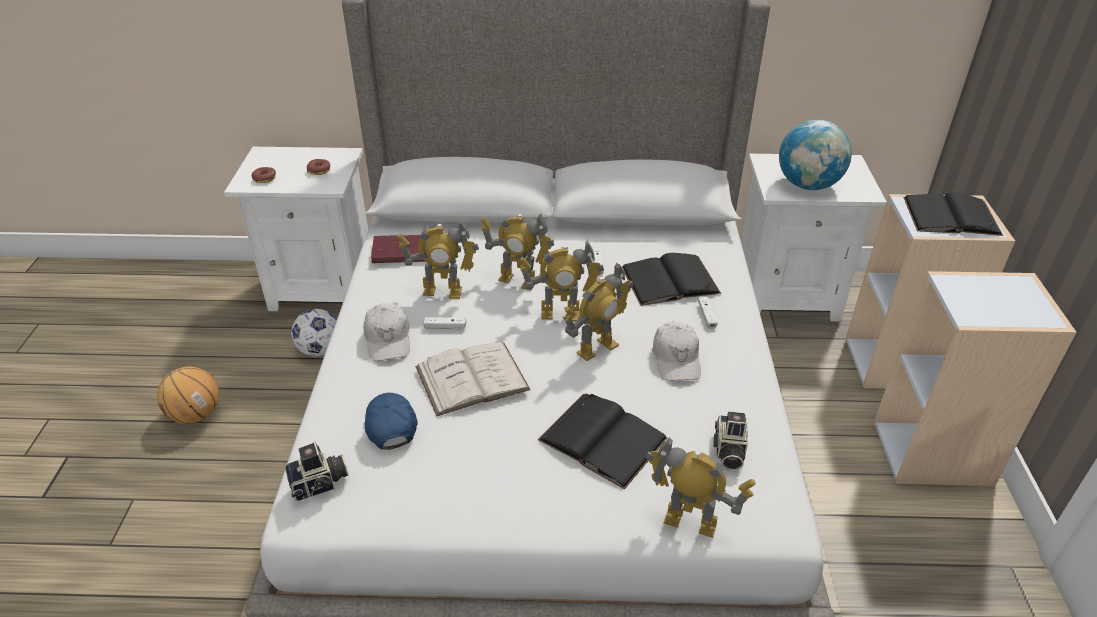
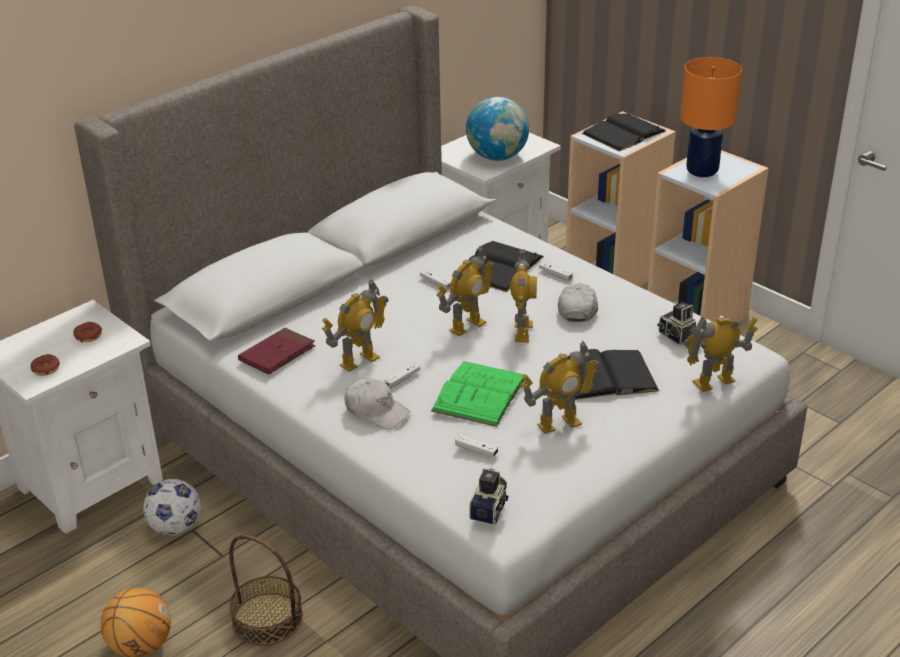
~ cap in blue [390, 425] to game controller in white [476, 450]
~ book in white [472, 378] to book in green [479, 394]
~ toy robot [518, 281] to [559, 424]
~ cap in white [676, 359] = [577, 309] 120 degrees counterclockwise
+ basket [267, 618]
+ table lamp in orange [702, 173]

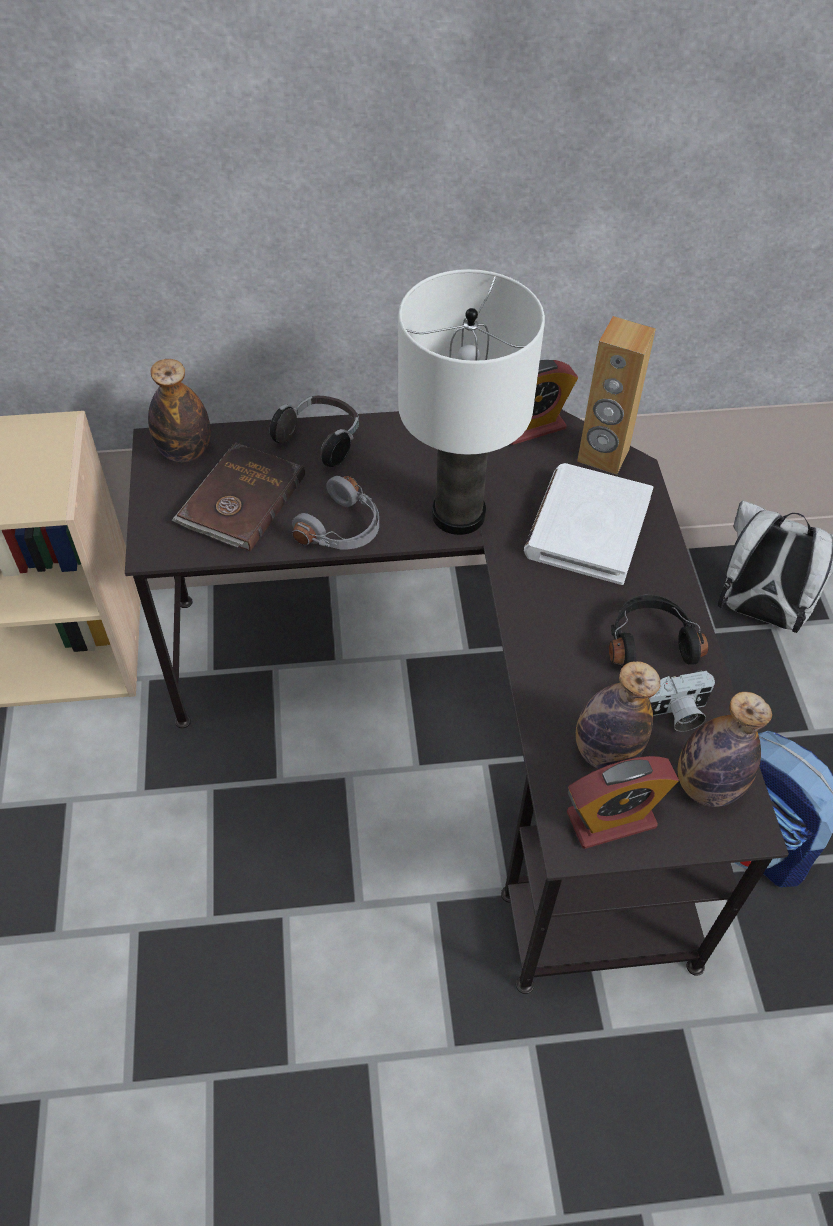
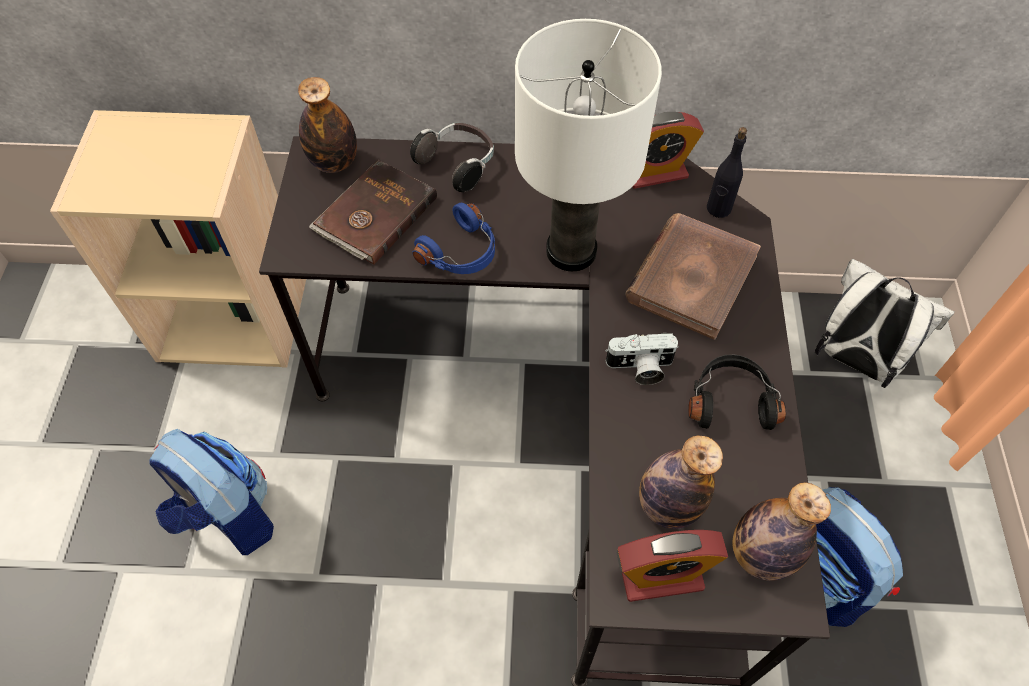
~ headphones in grey [342, 529] to headphones in blue [461, 253]
~ book in white [587, 527] to book in brown [691, 278]
~ speaker in brown [603, 456] to bottle in black [718, 209]
~ photo camera [673, 714] to [640, 368]
+ backpack [228, 516]

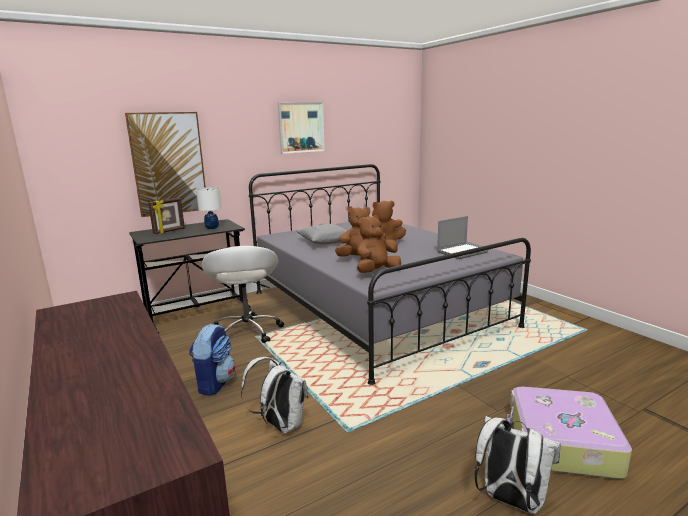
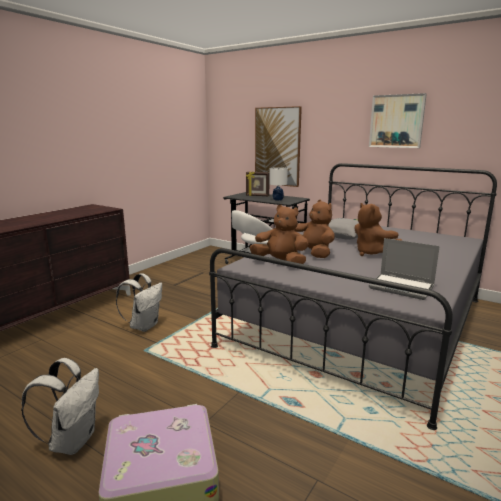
- backpack [215, 383]

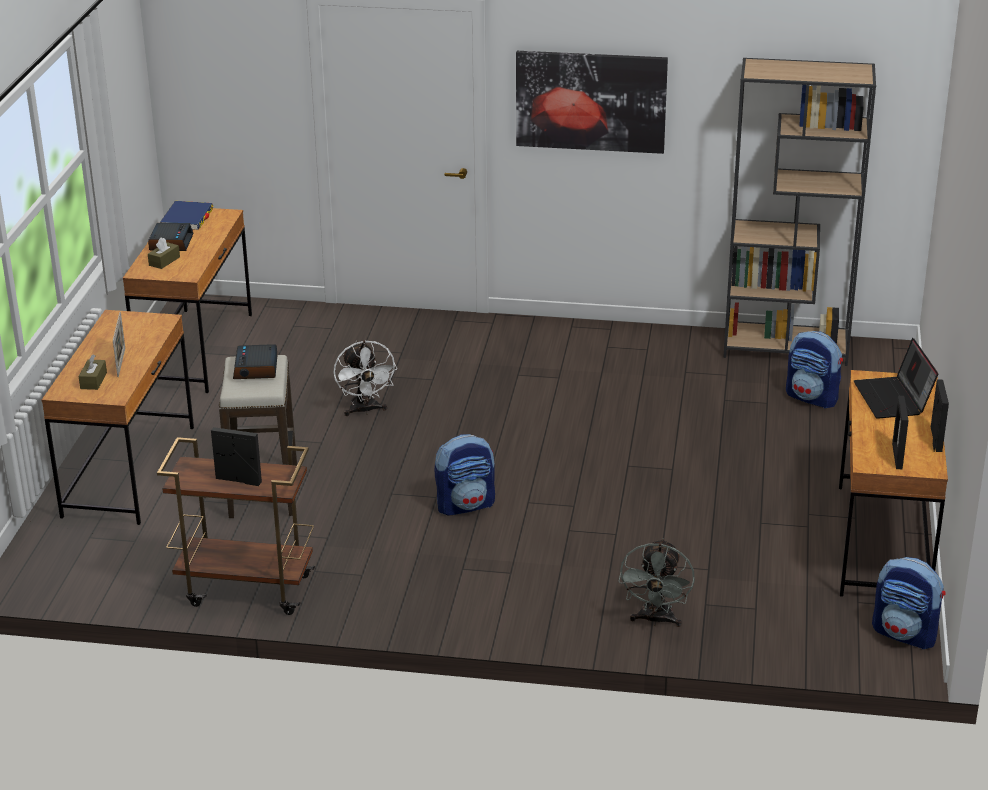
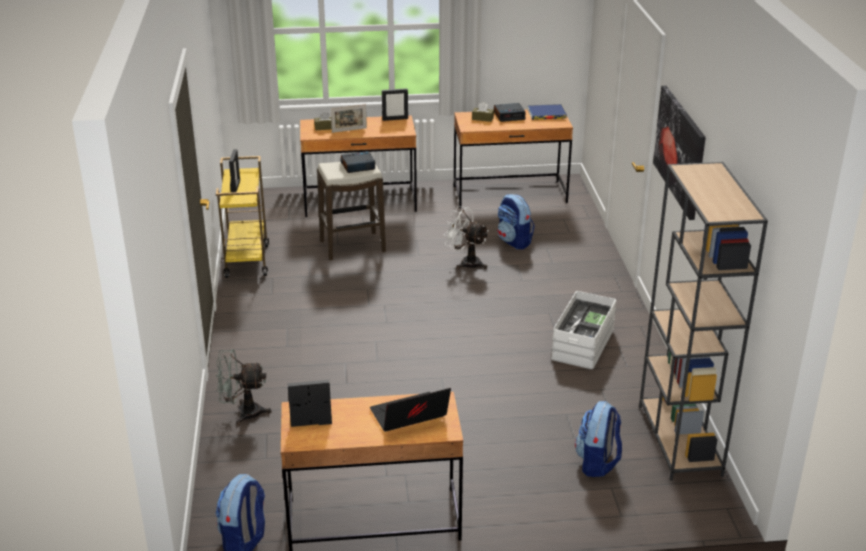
~ cart in brown [245, 590] to cart in yellow [247, 260]
~ fan in white [365, 410] = [466, 262] 60 degrees clockwise
~ backpack [466, 505] to [514, 241]
~ picture frame [935, 439] to [395, 119]
+ storage box in white [583, 344]

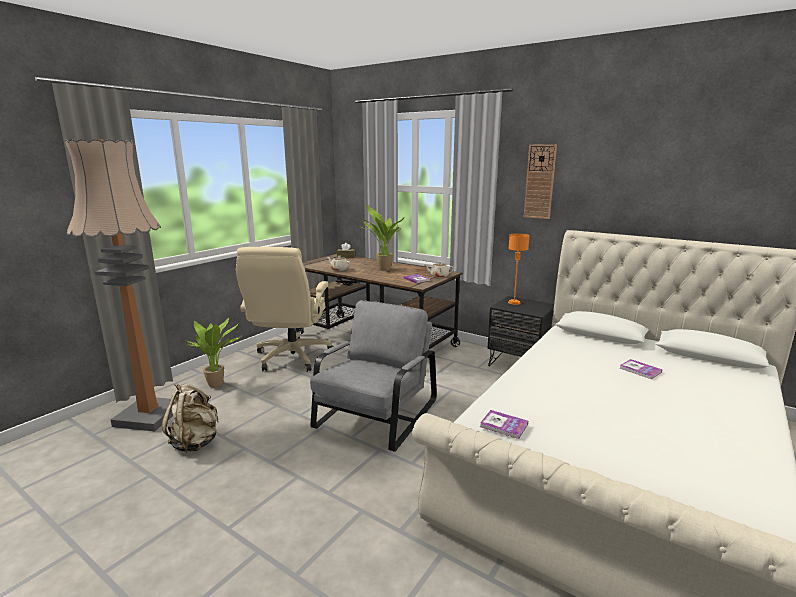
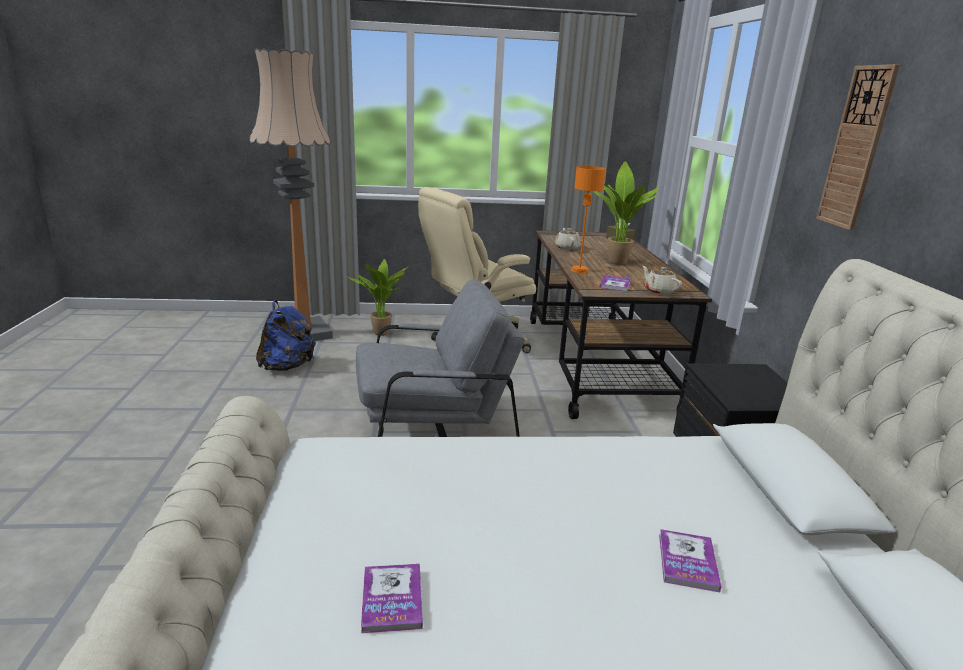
~ backpack in beige [195, 442] to backpack in blue [287, 366]
~ book [503, 425] to [392, 599]
~ table lamp in orange [514, 302] to [579, 270]

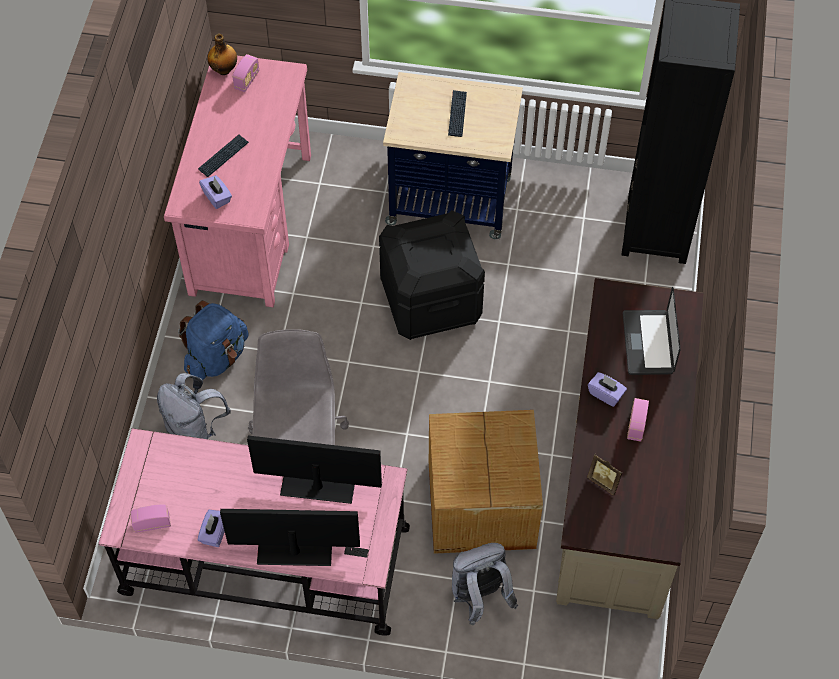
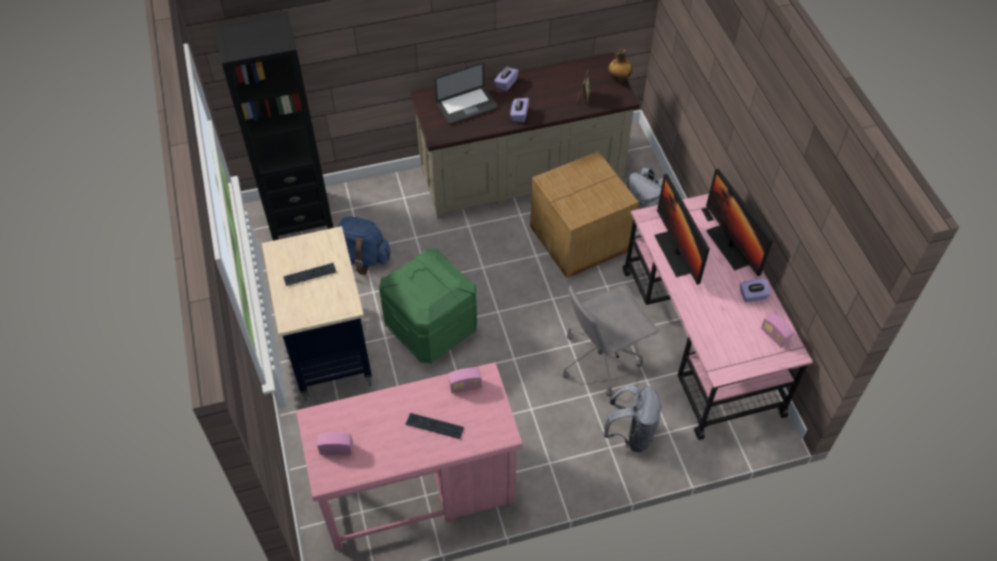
~ backpack in blue [216, 357] to [362, 258]
~ tissue box in purple [217, 197] to [506, 84]
~ bottle [224, 69] to [618, 79]
~ storage box in black [431, 300] to storage box in green [430, 327]
~ radio [636, 425] to [465, 386]

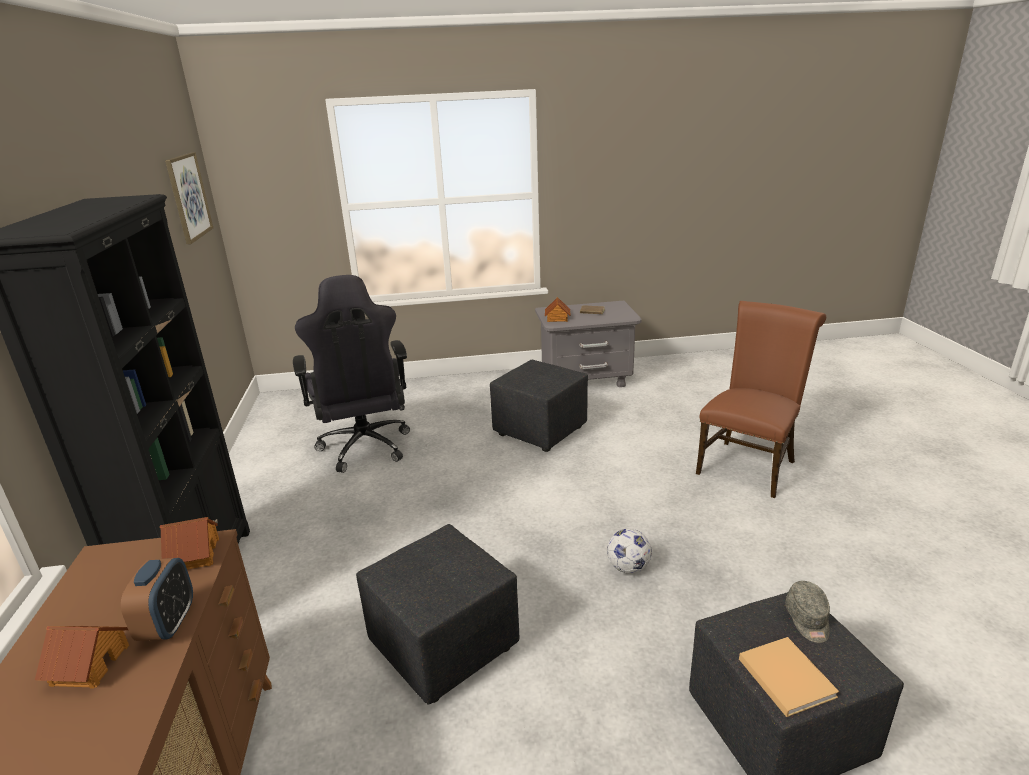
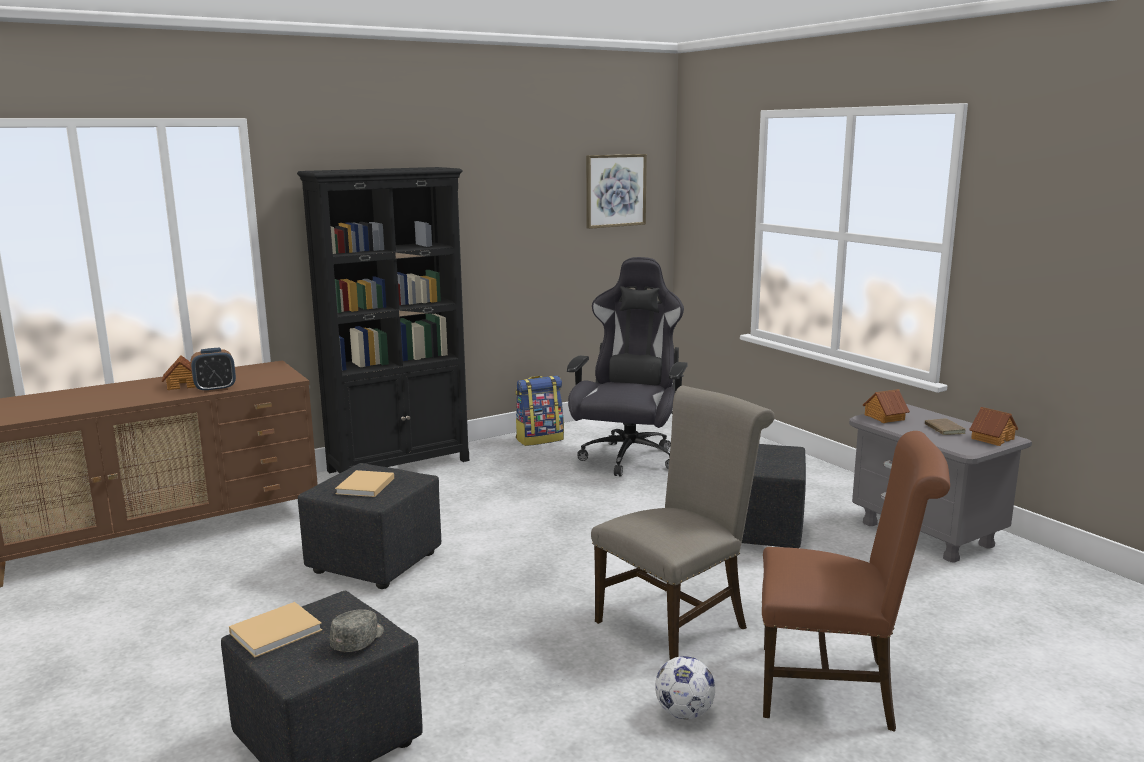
~ toy house [193, 555] to [992, 438]
~ office chair in black [364, 444] = [628, 461] 150 degrees clockwise
~ football [628, 568] to [684, 713]
~ cap in grey [808, 620] = [359, 640] 135 degrees clockwise
+ book in beige [364, 486]
+ backpack [539, 439]
+ chair in beige [678, 621]

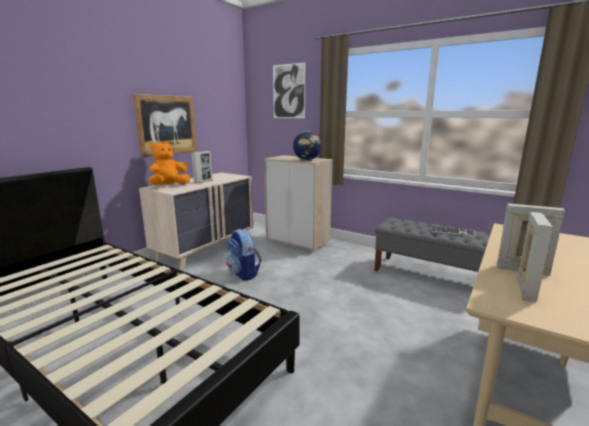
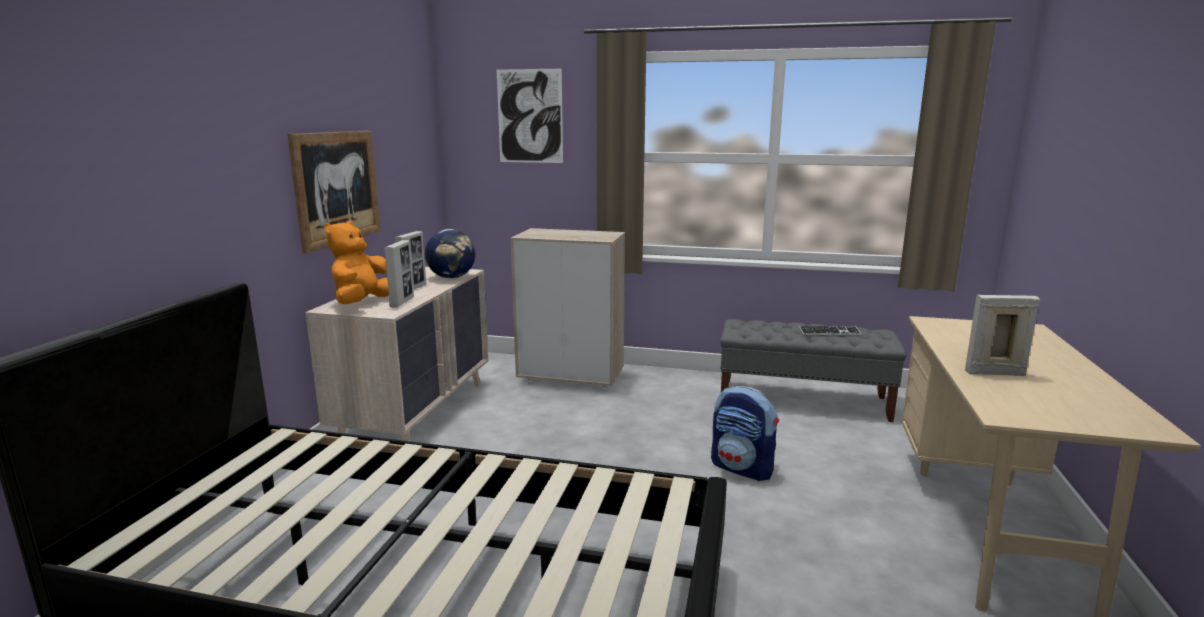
~ backpack [244, 274] to [743, 468]
~ globe [307, 160] to [452, 277]
~ picture frame [525, 289] to [402, 302]

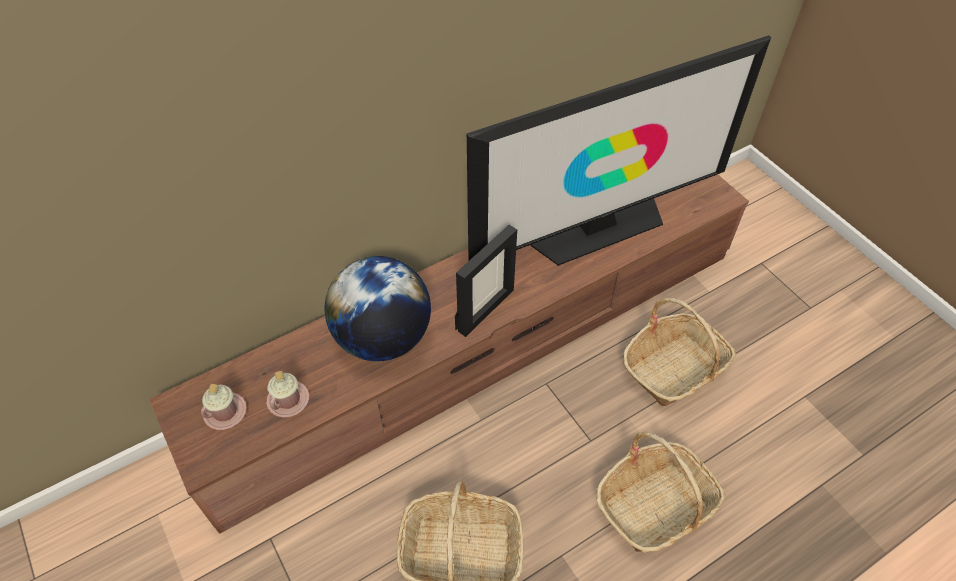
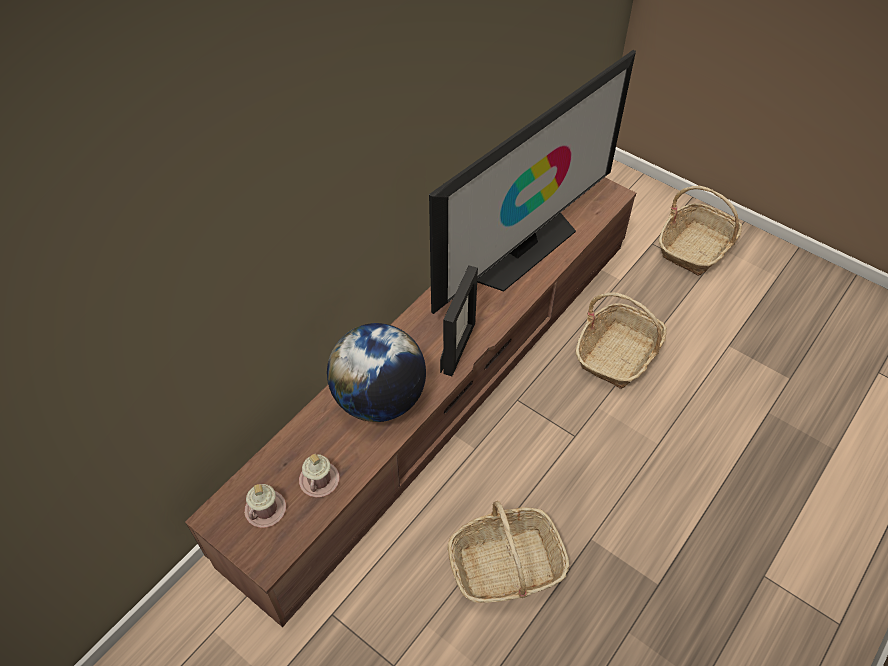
~ basket [655, 504] to [696, 247]

